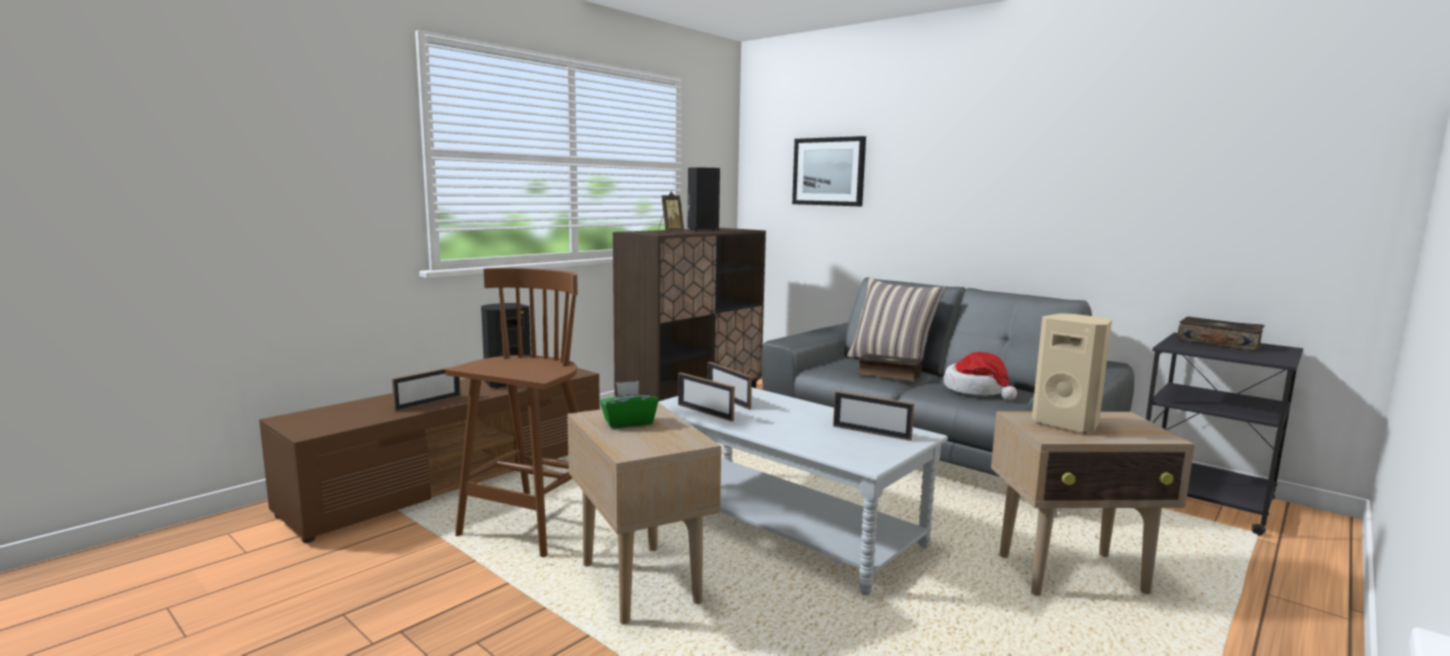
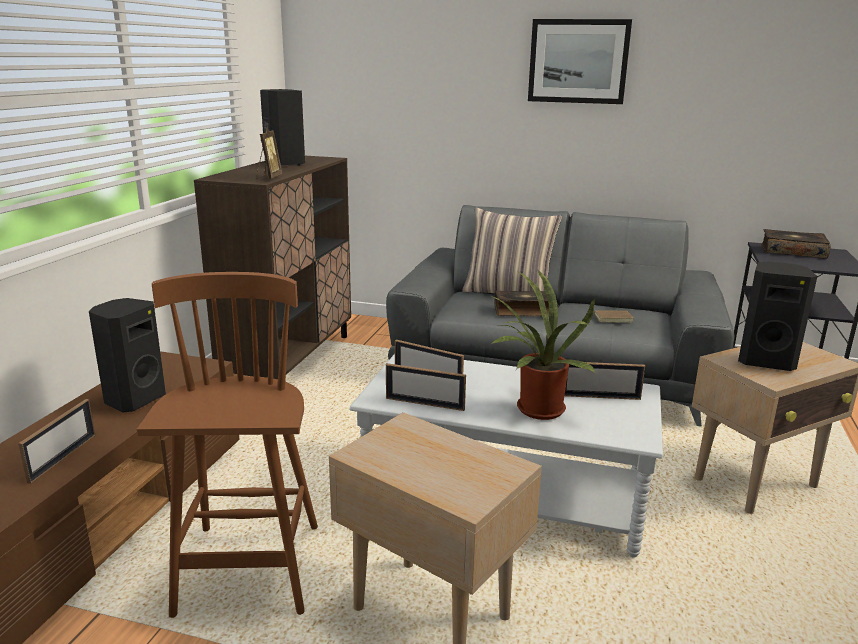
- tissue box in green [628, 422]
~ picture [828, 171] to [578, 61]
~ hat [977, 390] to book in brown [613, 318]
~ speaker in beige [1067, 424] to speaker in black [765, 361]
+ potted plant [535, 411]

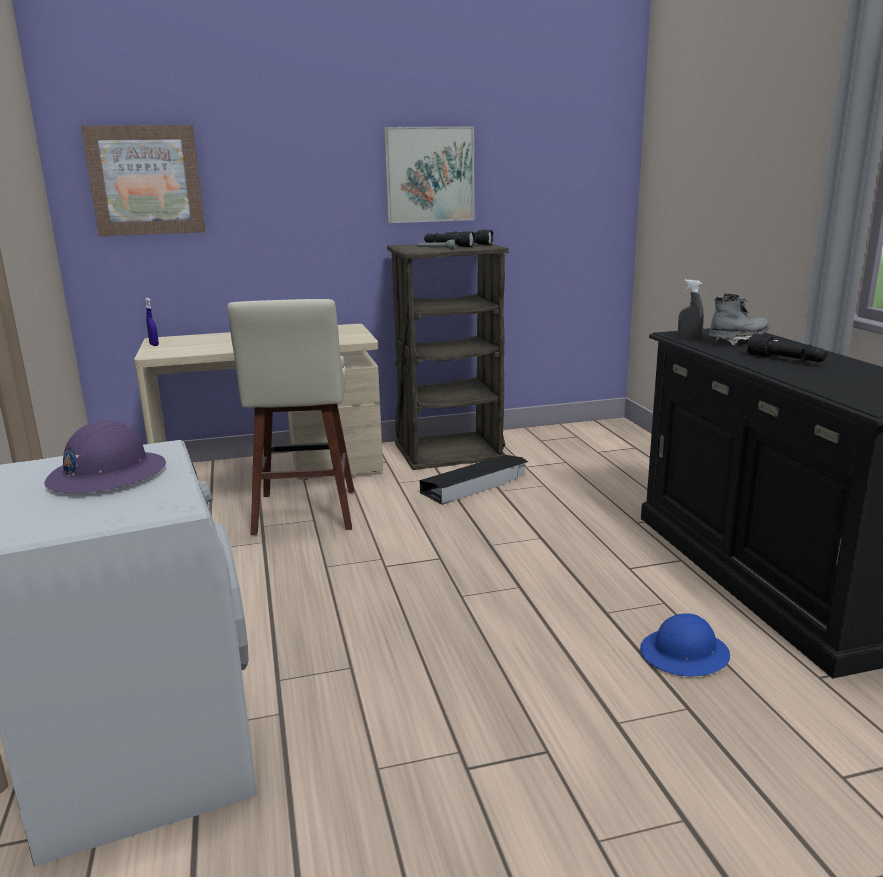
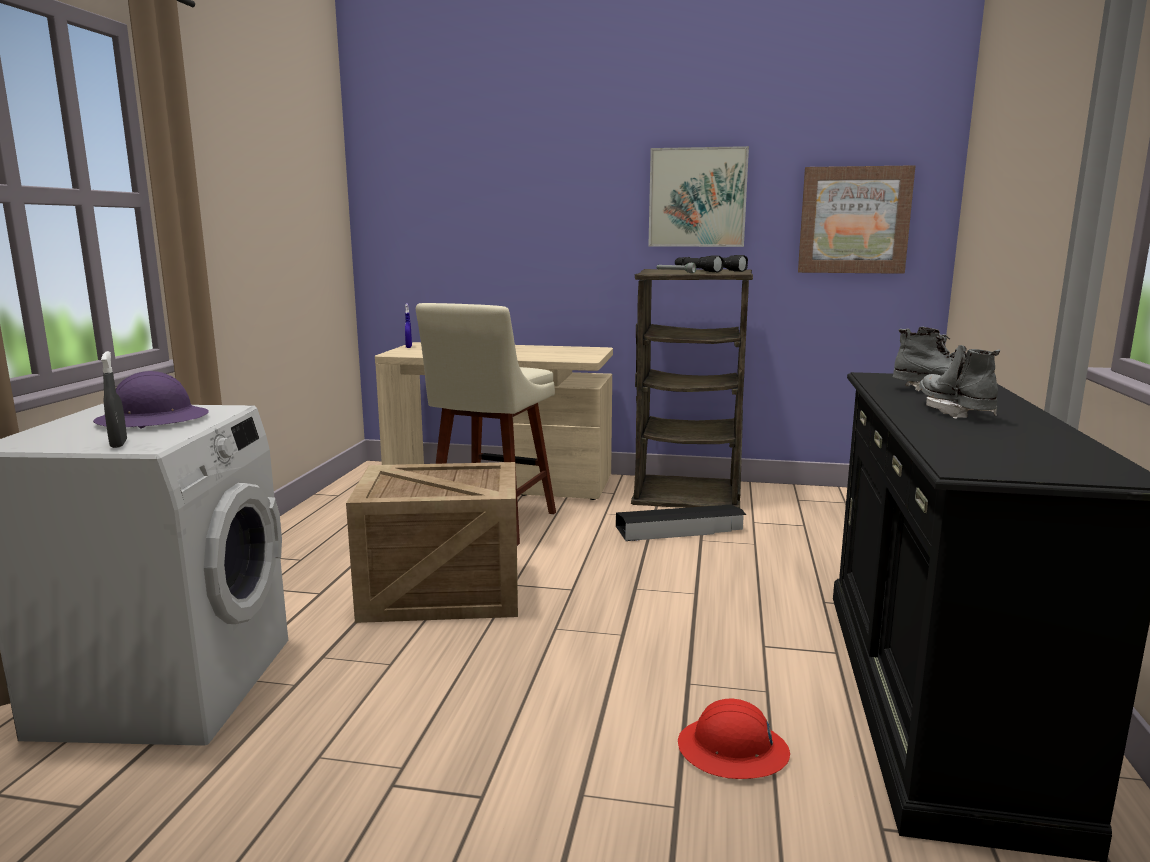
~ picture [146, 180] to [854, 220]
~ hard hat in blue [684, 654] to hard hat in red [733, 751]
~ spray bottle in grey [689, 338] to [118, 444]
~ flashlight in black [785, 360] to boot in grey [954, 411]
+ crate [445, 591]

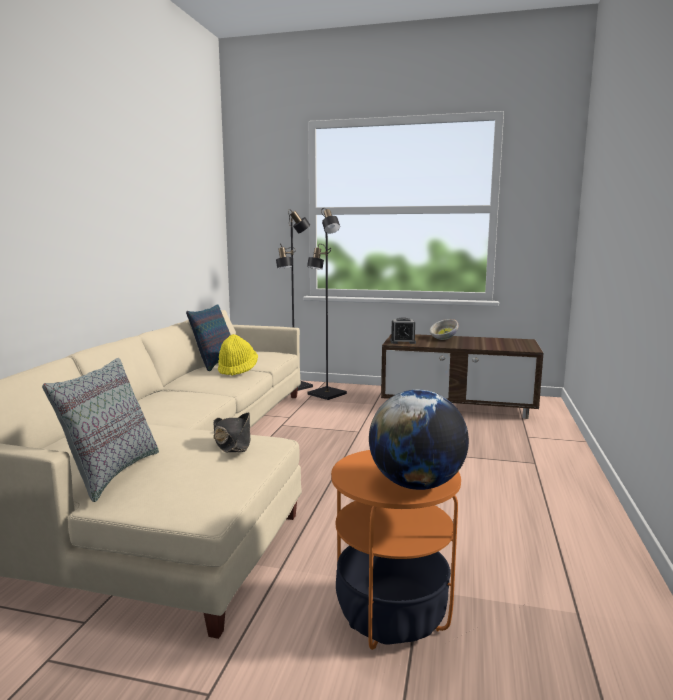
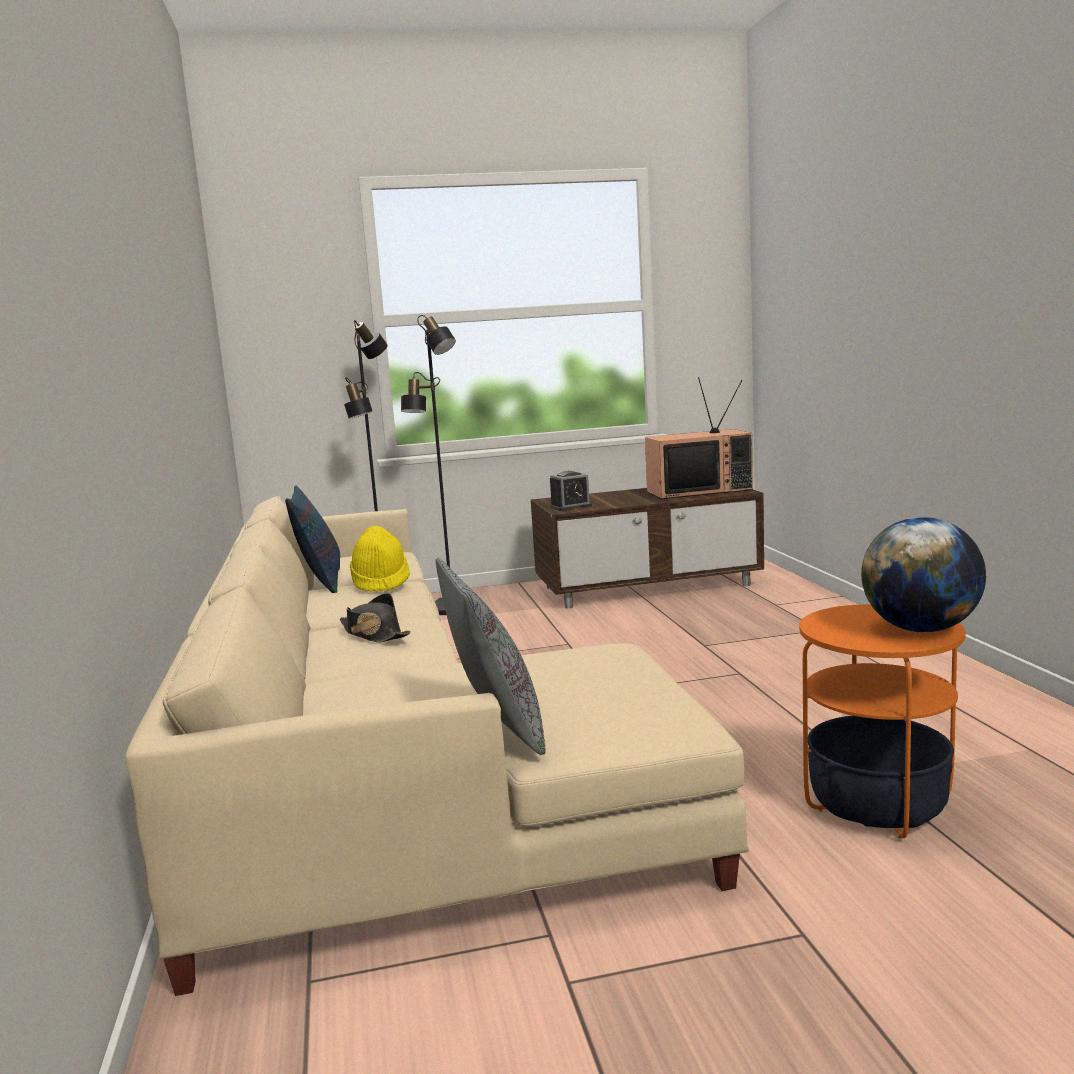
~ hat in black [233, 442] to [373, 634]
- bowl [443, 339]
+ television [700, 490]

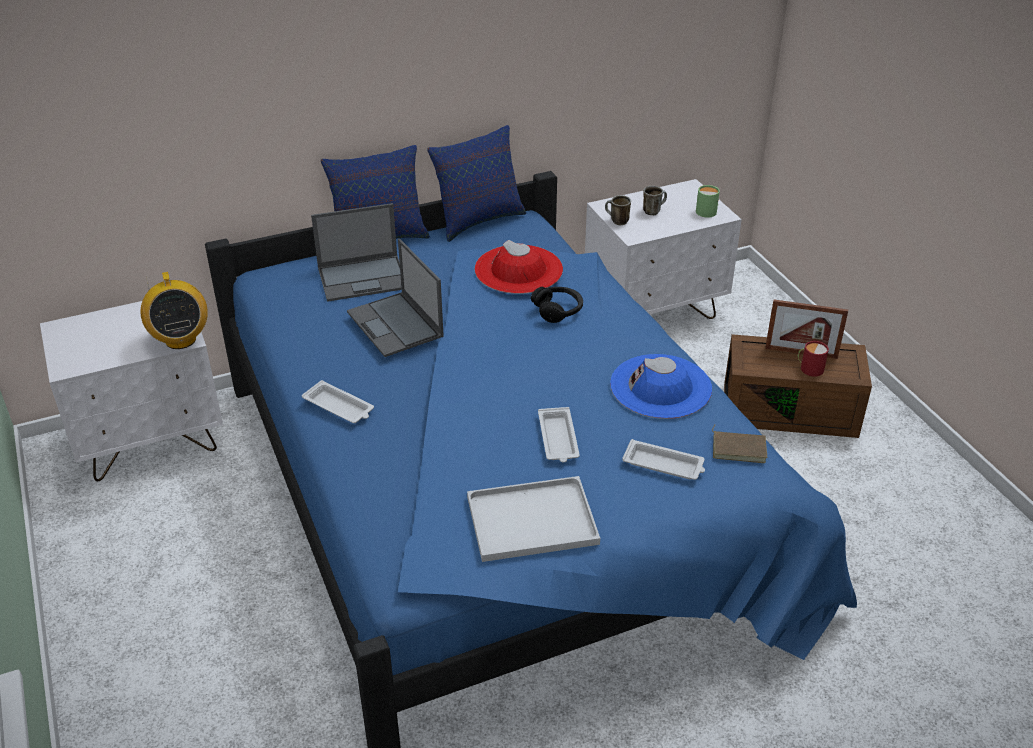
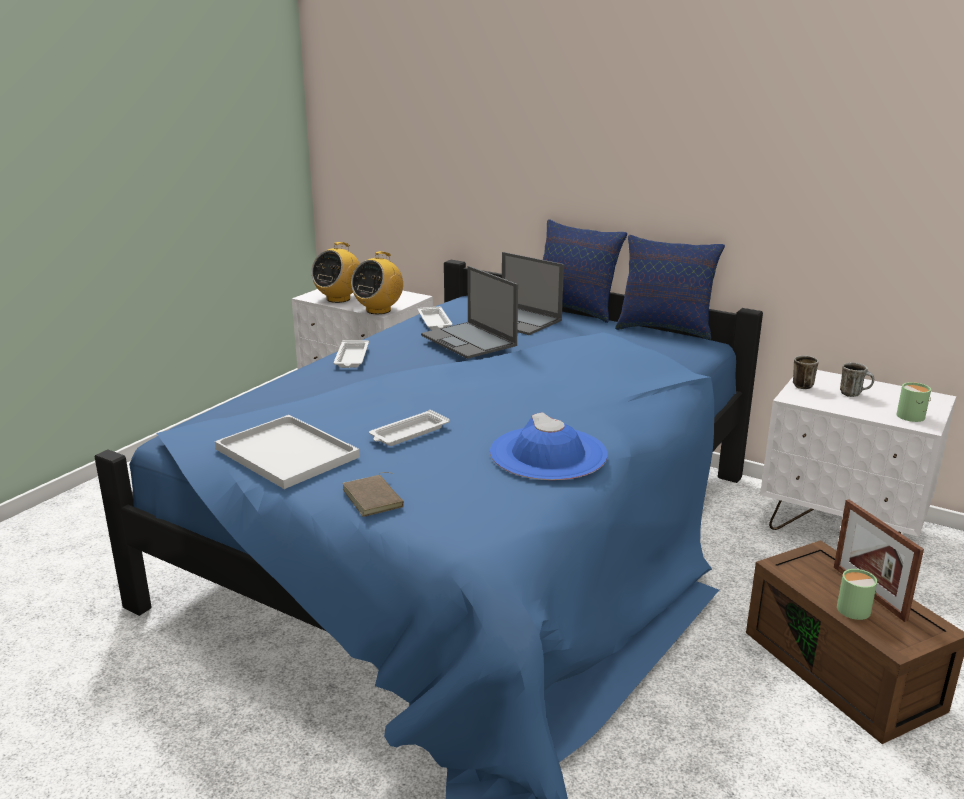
~ laptop [396, 325] = [469, 341] 60 degrees counterclockwise
- hat in red [518, 270]
- headphones in black [558, 310]
~ tray in white [664, 465] to [435, 322]
~ book in brown [739, 448] to [375, 498]
~ mug in red [809, 368] to mug in green [852, 607]
+ radio [338, 299]

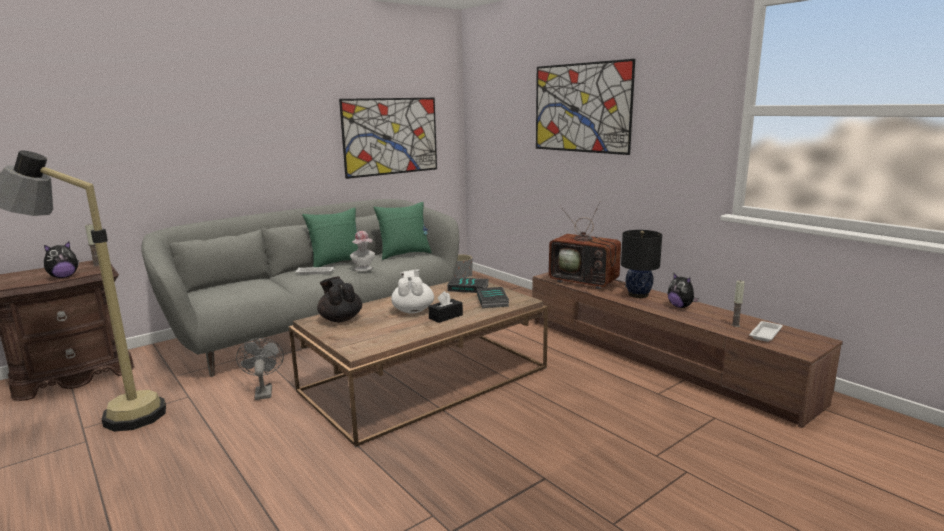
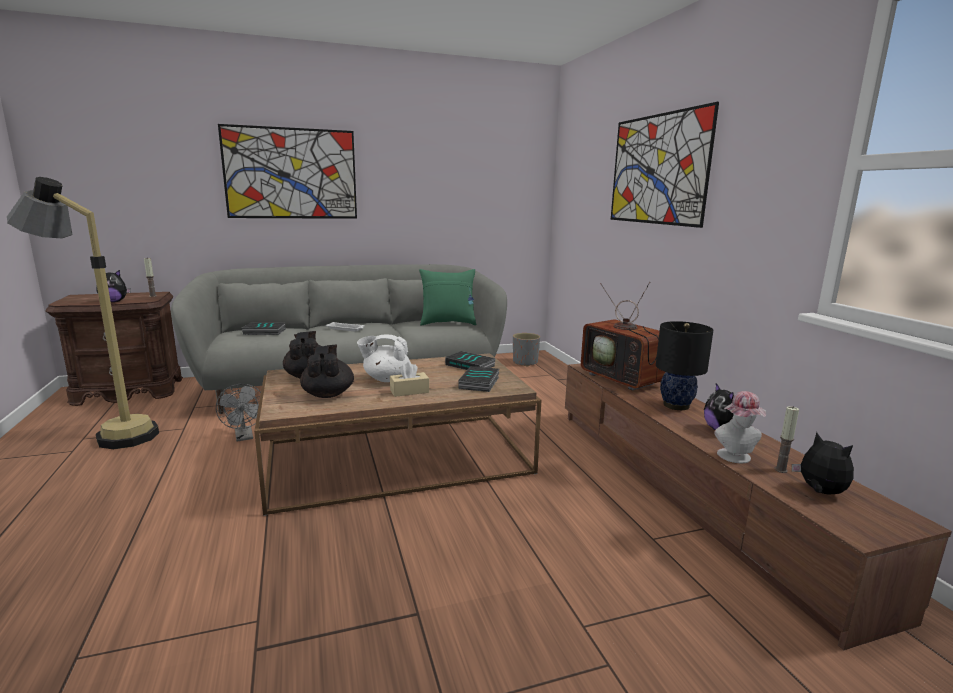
~ fan in grey [263, 391] = [244, 437] 150 degrees clockwise
- pillow in green [337, 263]
~ picture [391, 136] to [291, 173]
~ hat [364, 269] to [736, 458]
~ teapot in white [413, 310] = [386, 379] 105 degrees counterclockwise
~ tissue box in black [445, 316] to tissue box in beige [409, 391]
~ tray in white [766, 334] to plush toy [820, 492]
+ book [264, 332]
+ teapot in black [328, 394]

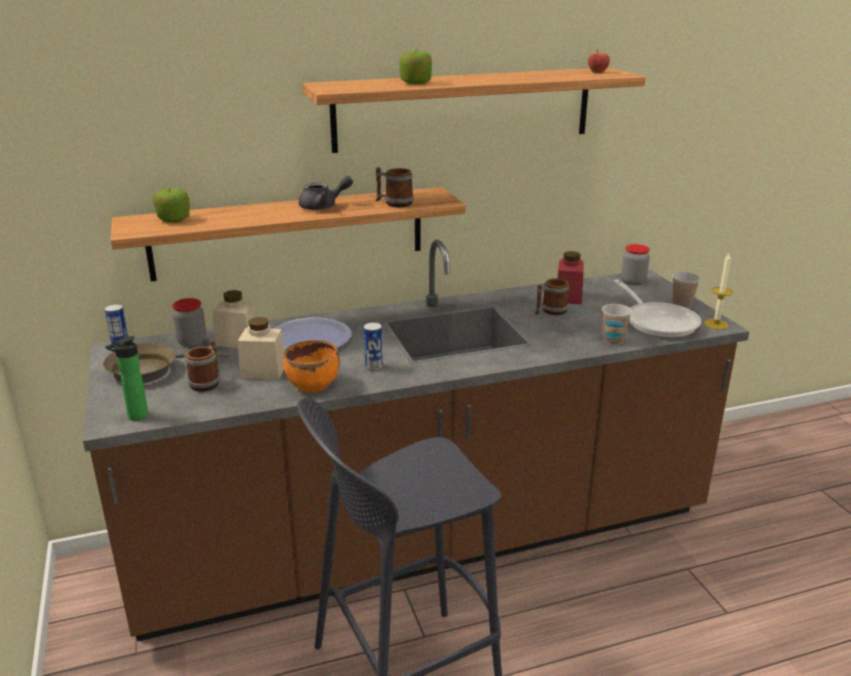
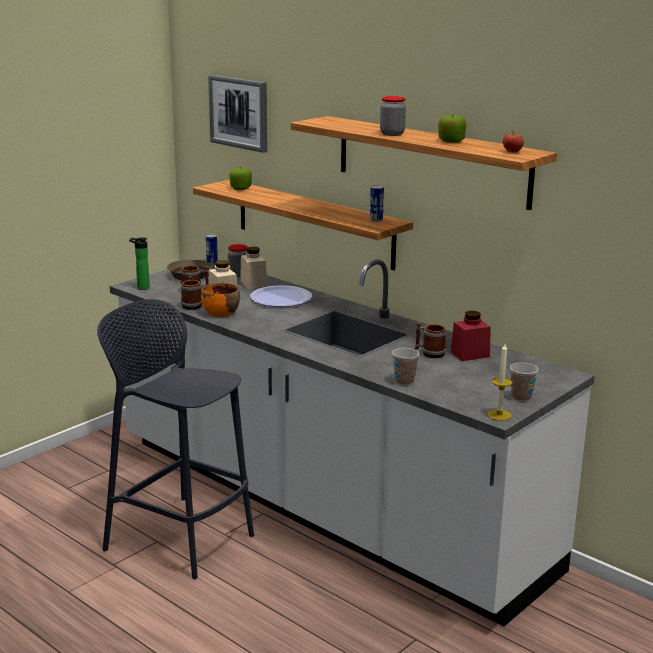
~ counter in brown [425, 538] to counter in white [324, 505]
- teapot in grey [323, 206]
~ can [373, 367] to [376, 220]
~ mug [394, 203] to [191, 305]
~ apple [415, 83] to [451, 141]
- frying pan [658, 322]
~ jar [633, 281] to [392, 134]
+ picture [239, 112]

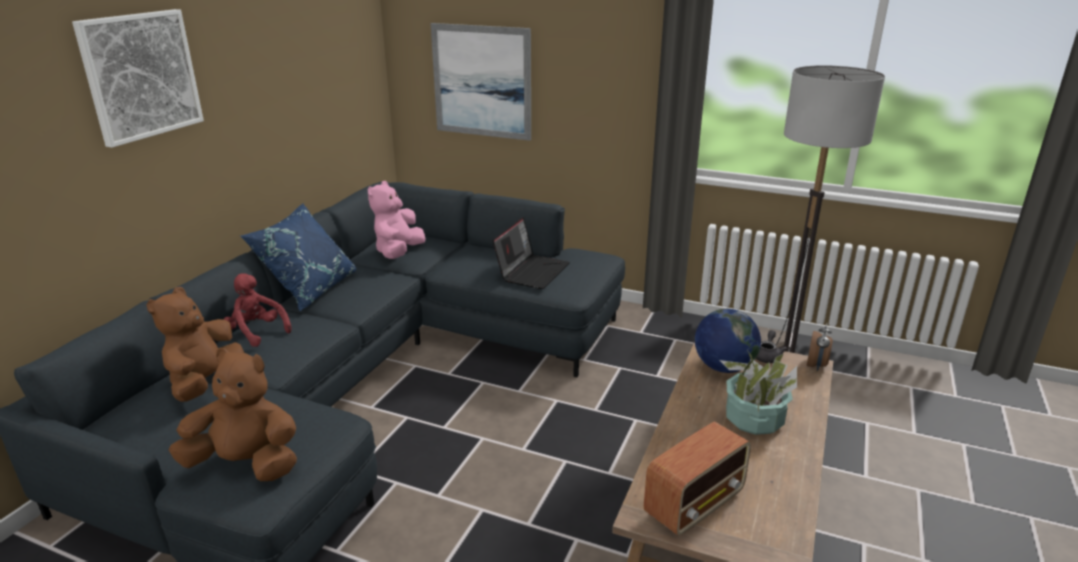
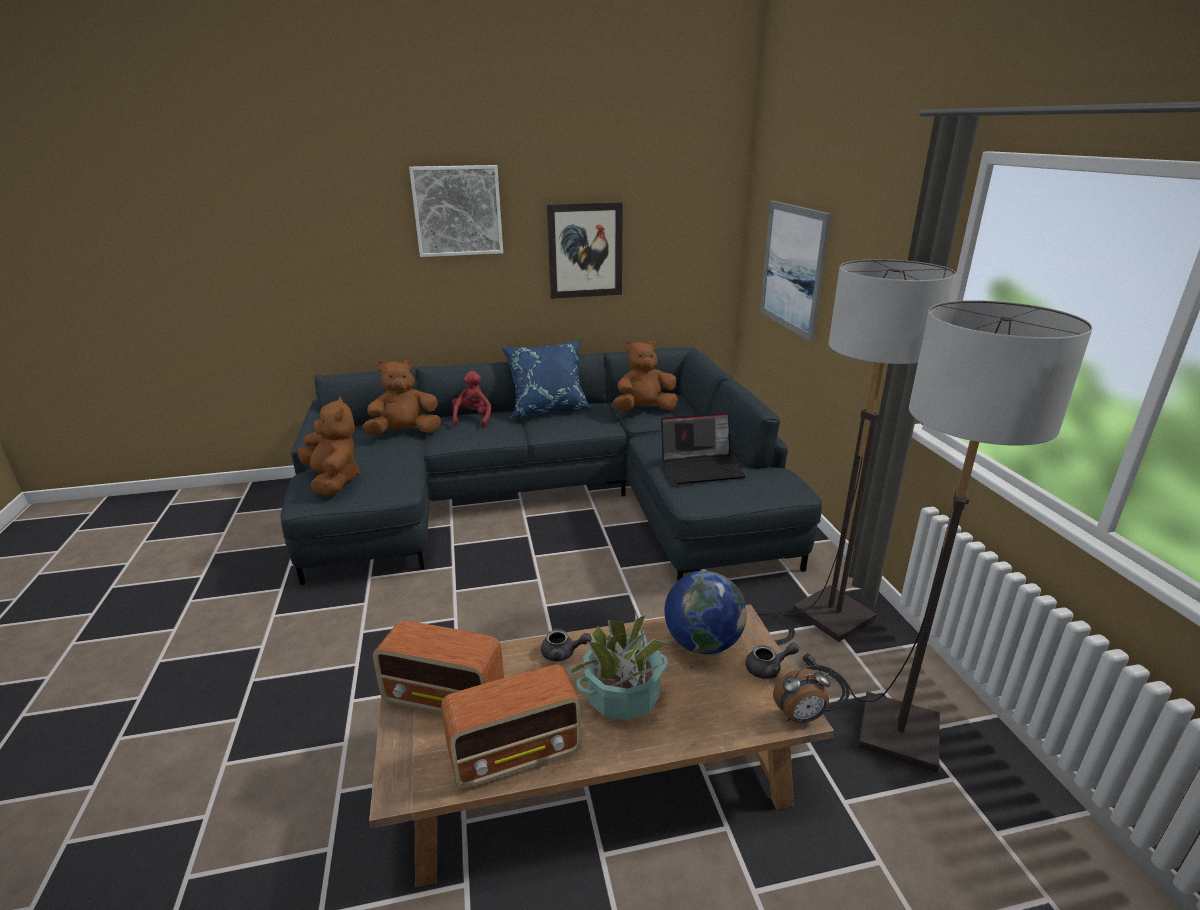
~ plush toy in pink [398, 253] to plush toy in brown [644, 410]
+ radio [516, 754]
+ teapot in grey [563, 653]
+ picture [585, 250]
+ floor lamp [813, 619]

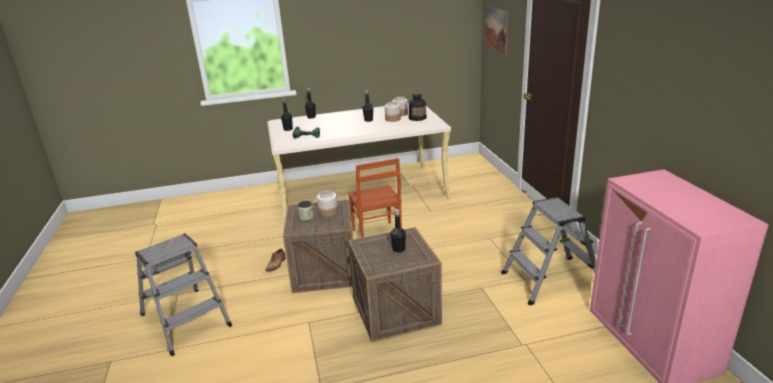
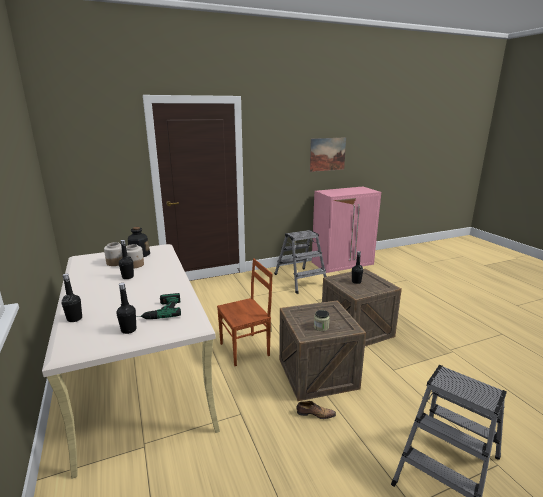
- jar [328, 212]
~ picture [496, 29] to [327, 154]

